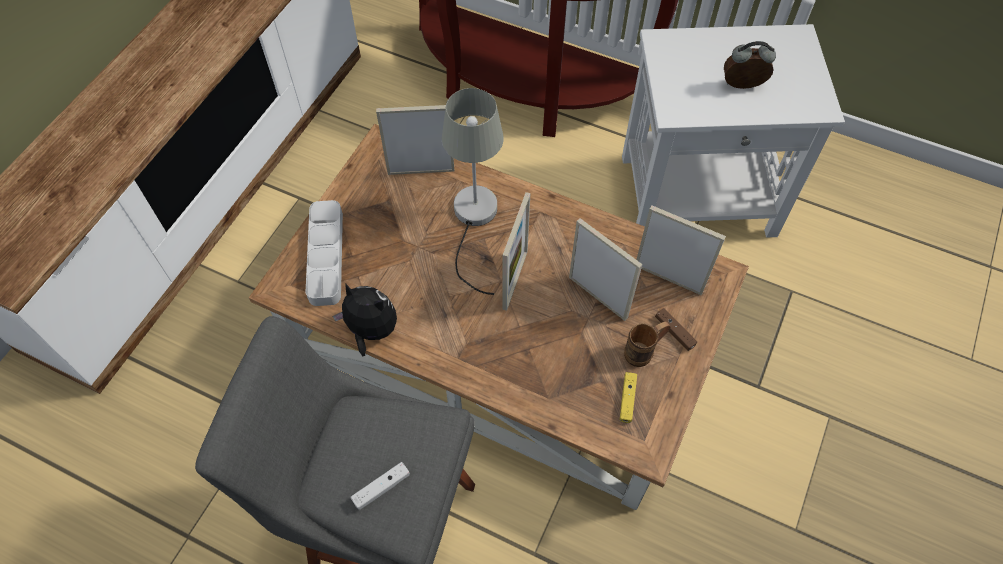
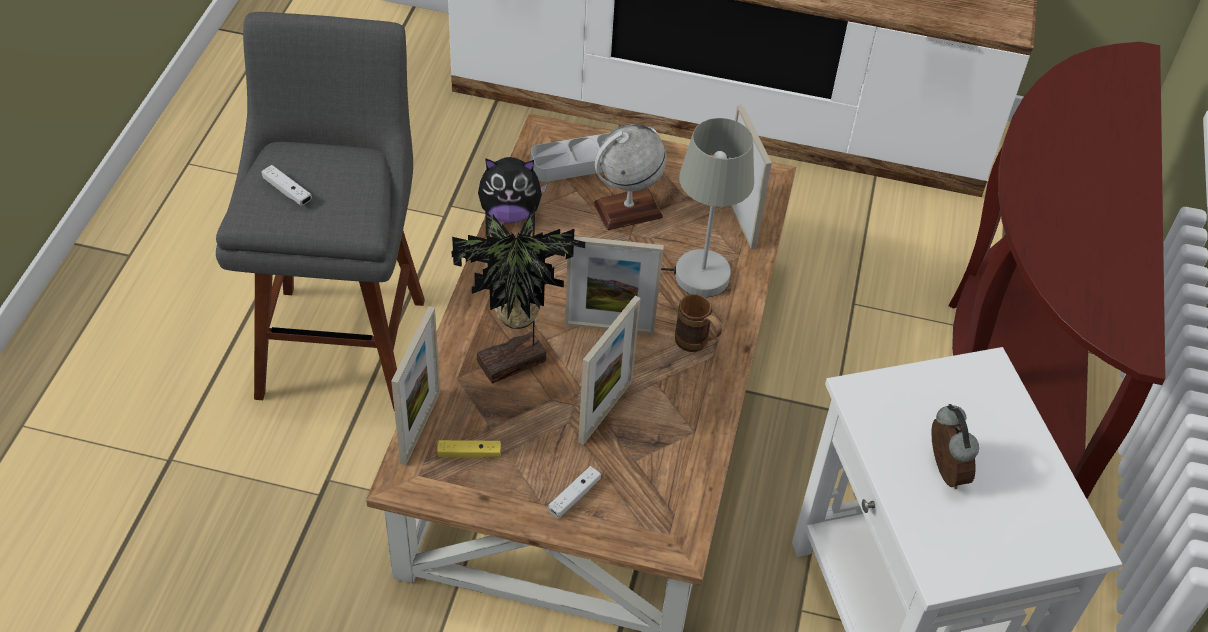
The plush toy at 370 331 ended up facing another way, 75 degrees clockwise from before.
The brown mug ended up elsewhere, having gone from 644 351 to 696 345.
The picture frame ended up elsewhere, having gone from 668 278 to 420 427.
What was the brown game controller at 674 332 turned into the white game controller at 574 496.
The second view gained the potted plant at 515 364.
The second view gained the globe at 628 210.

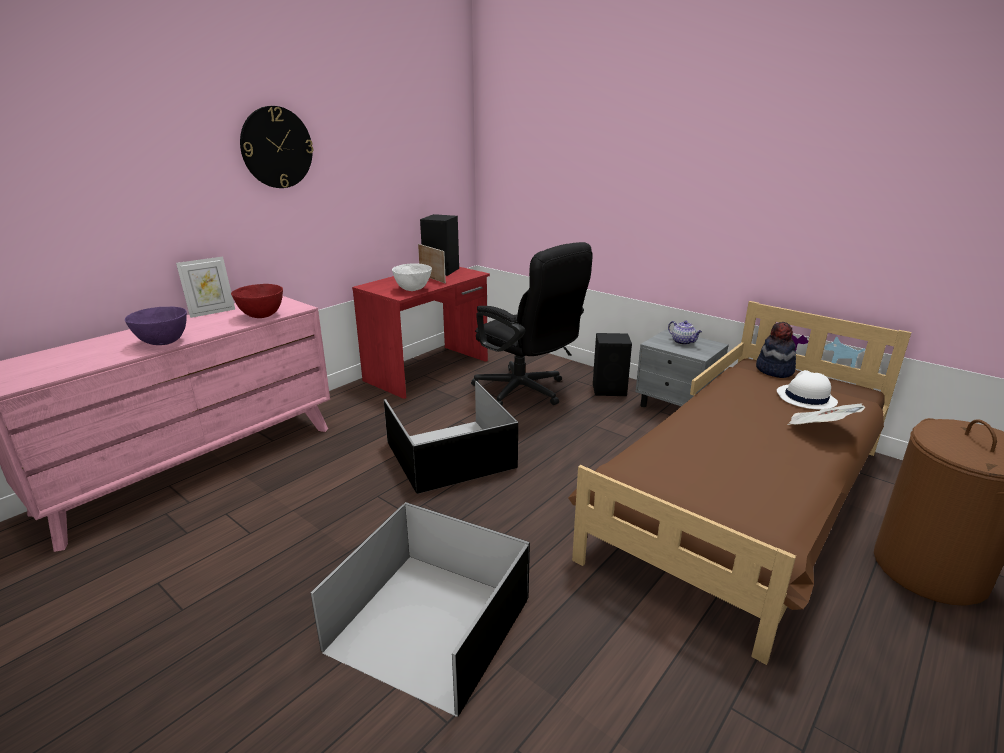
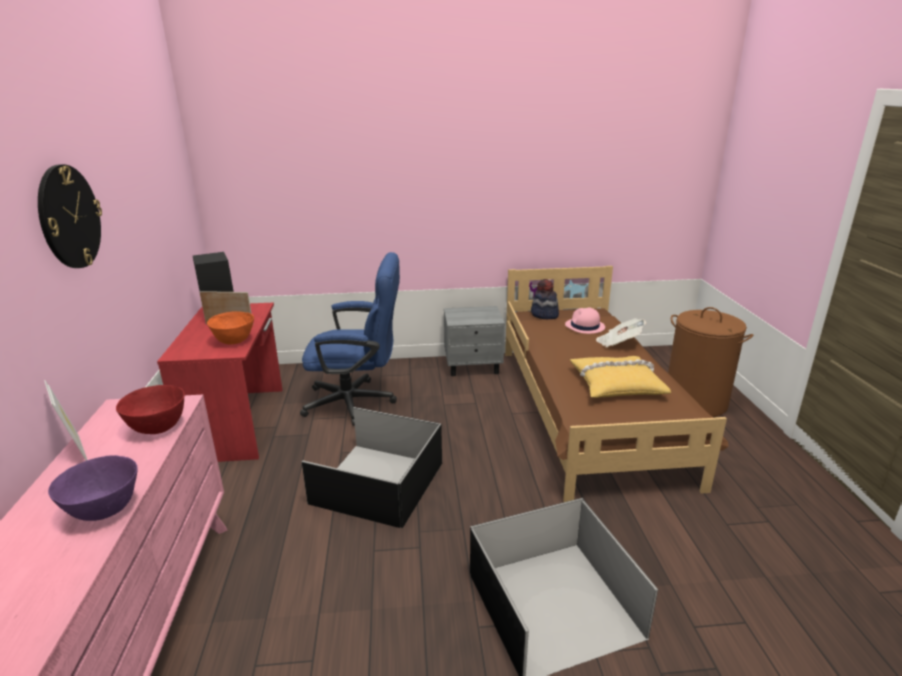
The picture frame at 212 312 ended up facing another way, 45 degrees counterclockwise from before.
What was the white bowl at 412 289 turned into the orange bowl at 234 341.
What was the black office chair at 526 392 turned into the blue office chair at 358 402.
The second view lost the black speaker at 610 389.
The second view lost the teapot at 683 342.
What was the white hat at 805 398 turned into the pink hat at 584 326.
The second view gained the yellow pillow at 616 384.

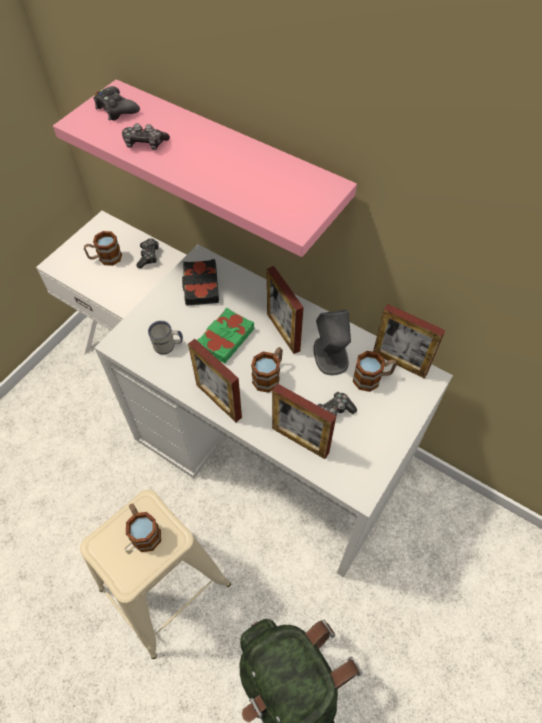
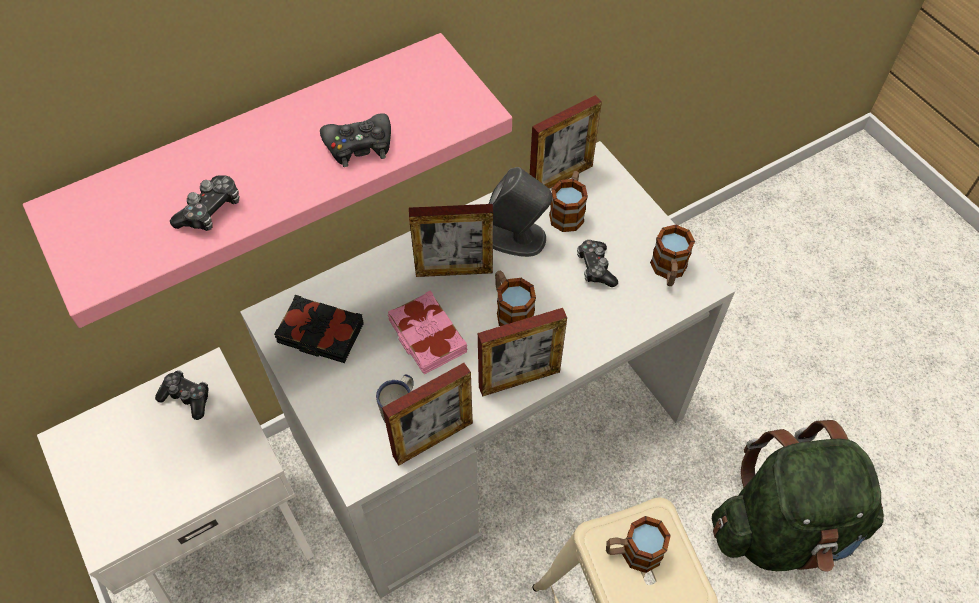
The mug ended up elsewhere, having gone from 105 258 to 668 271.
The black game controller ended up elsewhere, having gone from 116 109 to 359 145.
What was the green book at 225 338 turned into the pink book at 426 337.
The picture frame ended up elsewhere, having gone from 300 440 to 433 439.

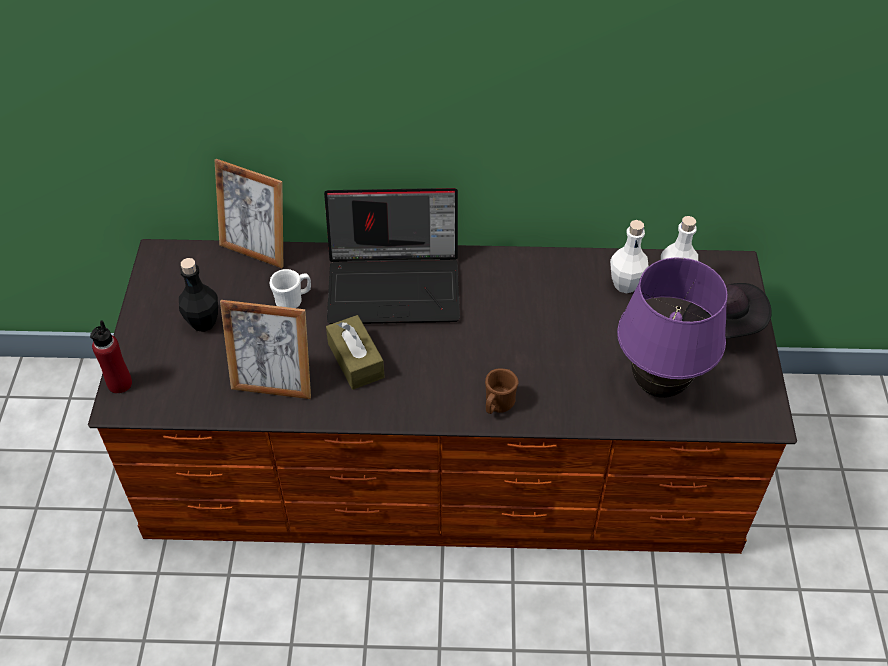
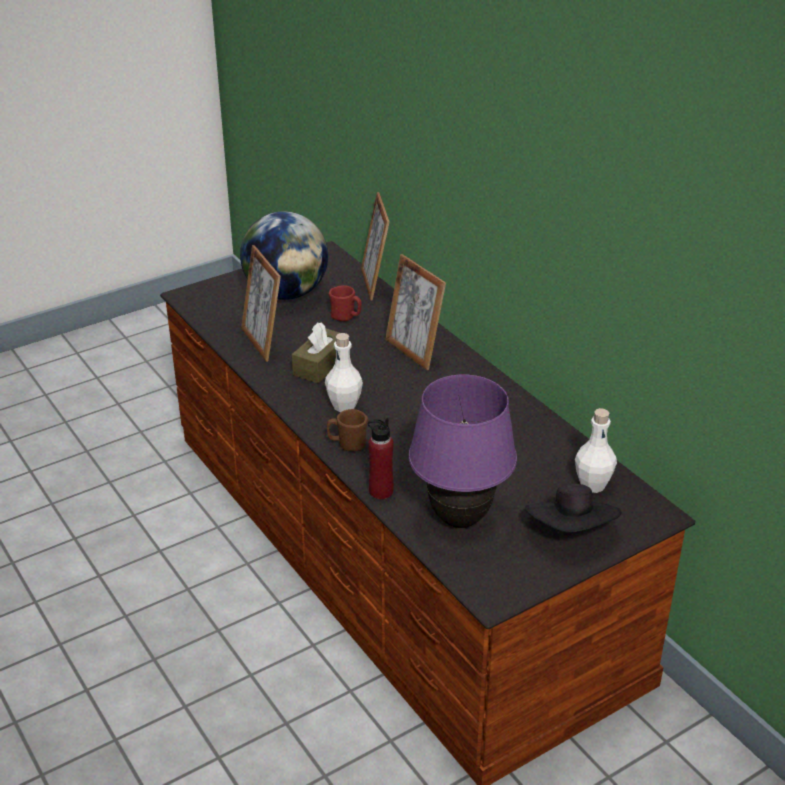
The red bottle ended up elsewhere, having gone from 119 384 to 381 491.
Where the black bottle stood at 203 322, the globe came to stand at 286 293.
What was the white mug at 293 300 turned into the red mug at 346 317.
Where the laptop stood at 396 284, the picture frame came to stand at 414 351.
The white bottle ended up elsewhere, having gone from 625 284 to 344 405.

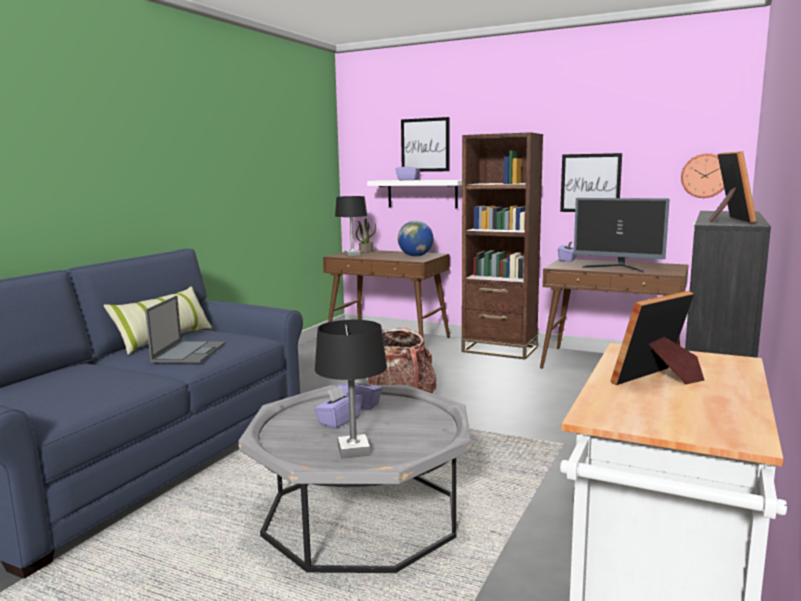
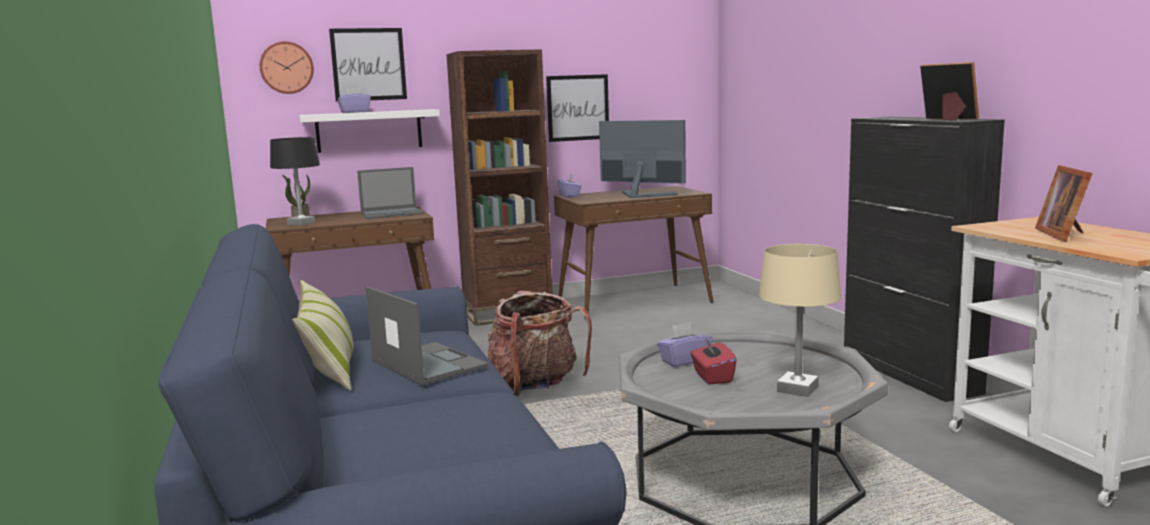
What was the purple tissue box at 339 421 turned into the red tissue box at 712 377.
What was the black table lamp at 353 451 turned into the beige table lamp at 797 389.
Where the globe stood at 415 256, the laptop came to stand at 392 213.
The monitor at 618 268 ended up facing another way, 135 degrees counterclockwise from before.
The wall clock ended up elsewhere, having gone from 705 175 to 286 67.

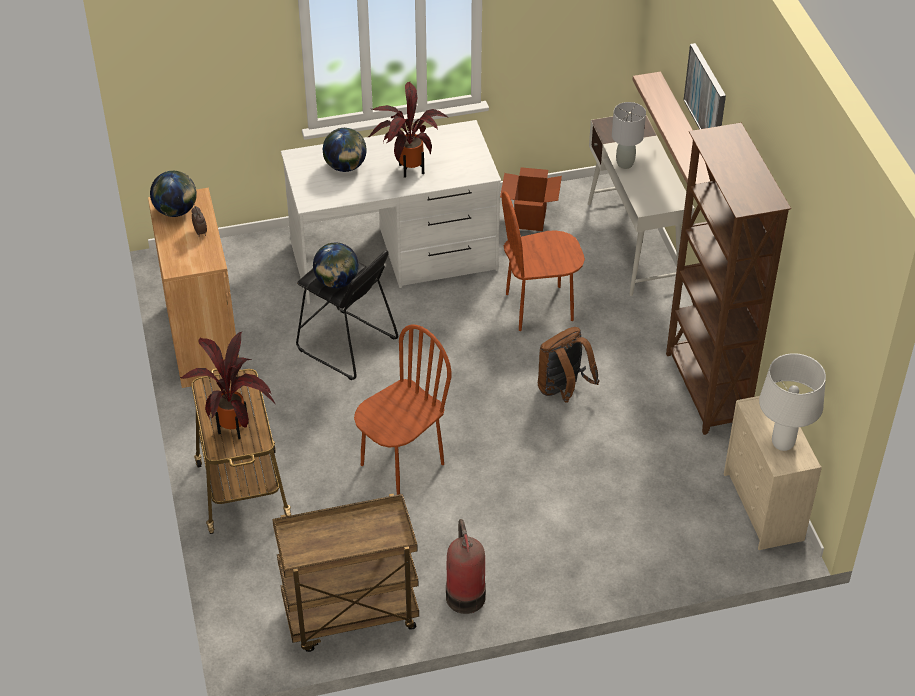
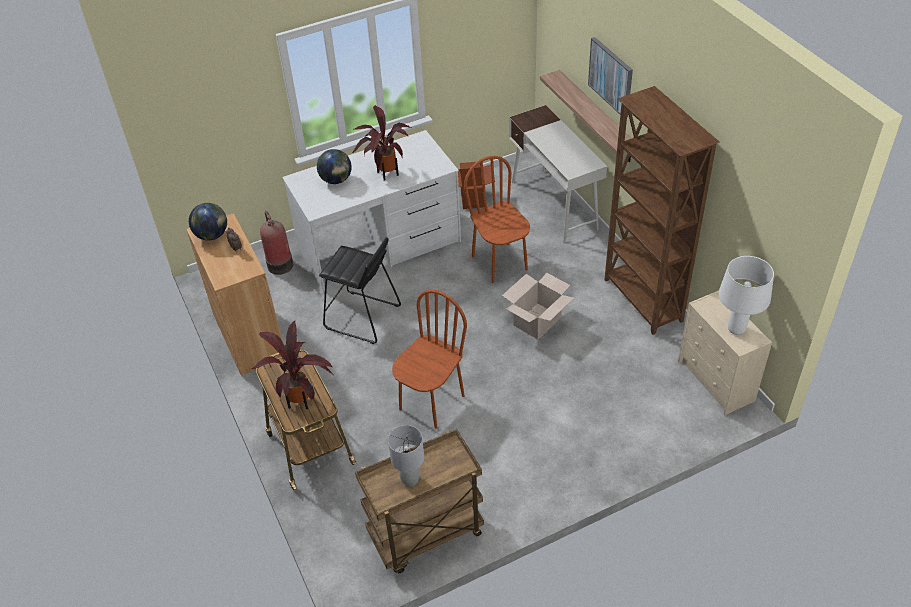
The second view lost the globe at 336 282.
The fire extinguisher ended up elsewhere, having gone from 465 594 to 279 264.
The brown chair at 539 307 ended up facing another way, 90 degrees clockwise from before.
Where the brown backpack stood at 563 390, the cardboard box came to stand at 537 321.
The grey table lamp ended up elsewhere, having gone from 625 163 to 410 479.

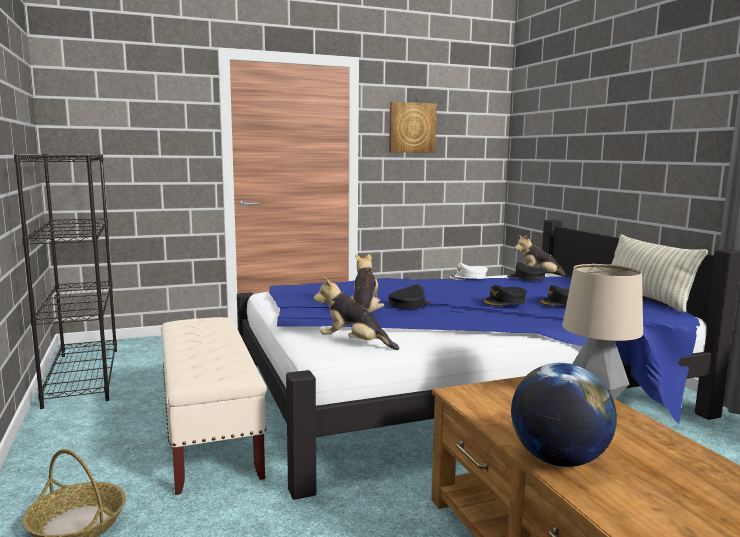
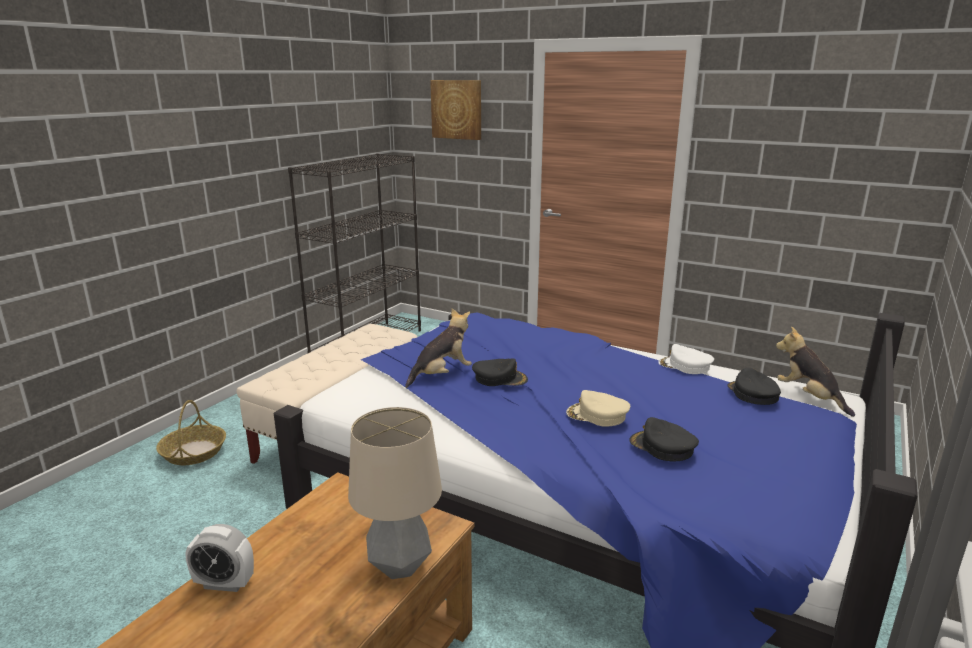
The second view lost the plush toy at 354 344.
The picture ended up elsewhere, having gone from 412 128 to 457 109.
What was the black cap at 504 301 turned into the beige cap at 597 415.
Where the globe stood at 558 460, the alarm clock came to stand at 224 584.
The second view lost the pillow at 645 299.

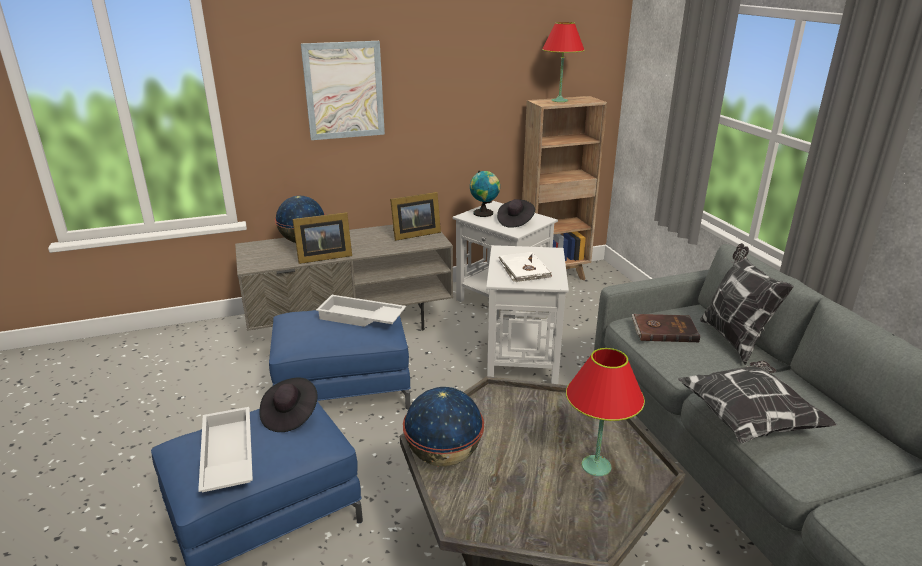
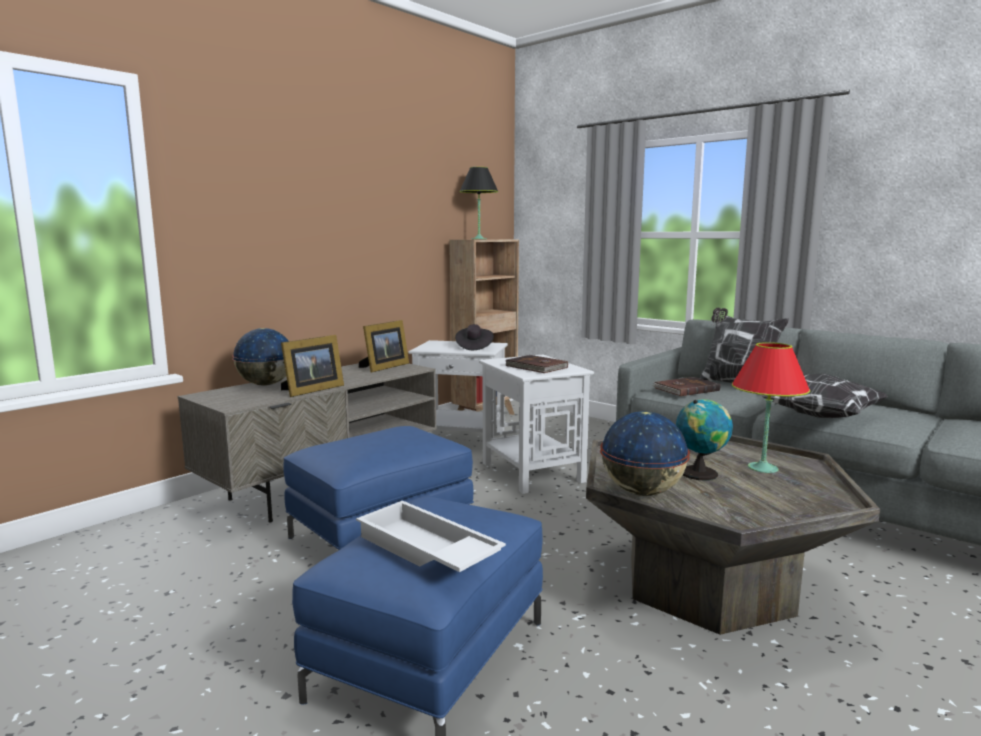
The second view lost the black hat at 290 415.
The second view lost the picture at 344 90.
The second view lost the white tray at 360 318.
The globe ended up elsewhere, having gone from 484 213 to 701 473.
What was the white book at 523 270 turned into the brown book at 536 367.
What was the red table lamp at 559 100 turned into the black table lamp at 479 239.

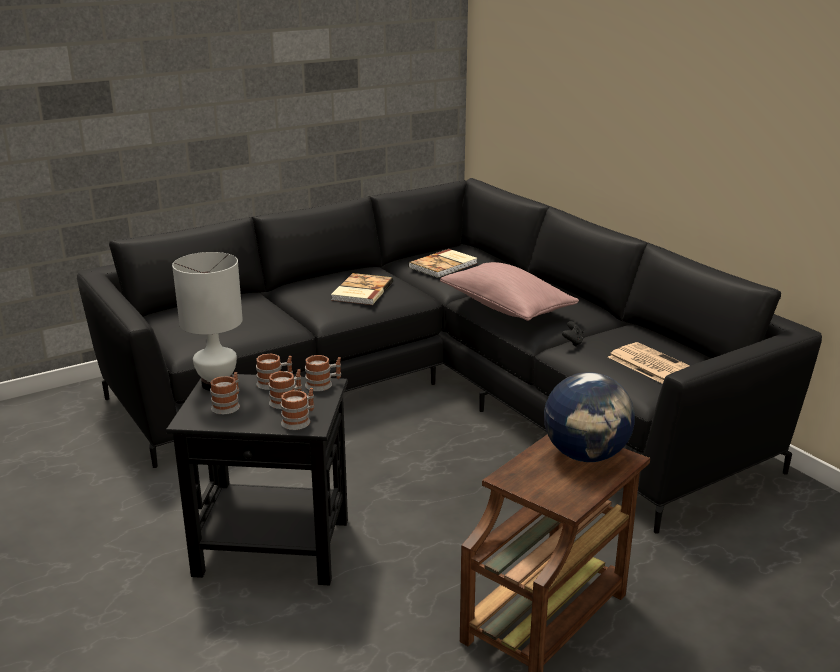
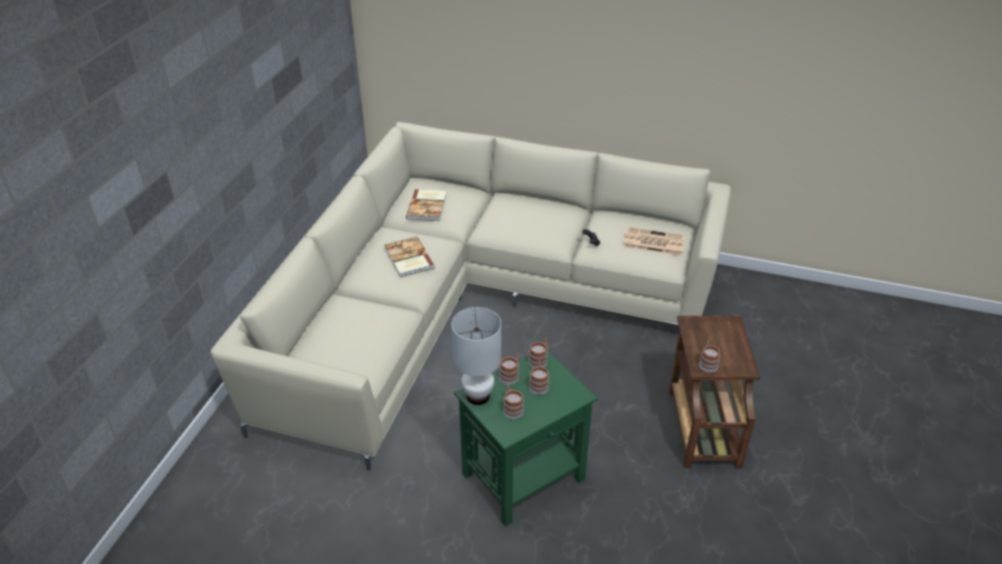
What was the black sofa at 438 392 turned into the beige sofa at 471 304.
What was the black side table at 274 547 turned into the green side table at 524 476.
The mug ended up elsewhere, having gone from 299 421 to 707 363.
The second view lost the pink pillow at 506 308.
The second view lost the globe at 585 456.

